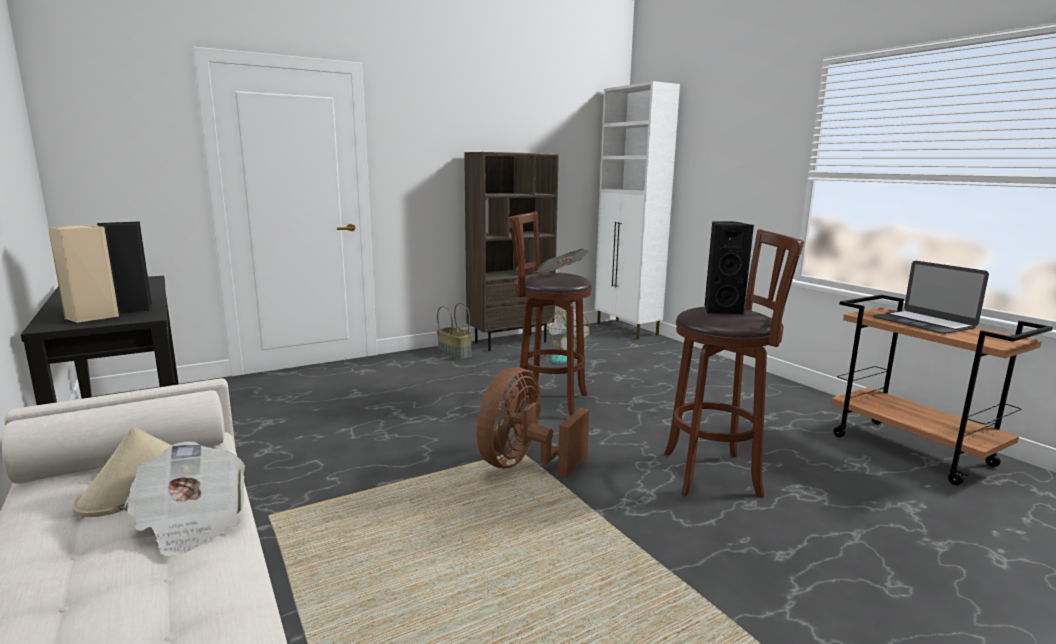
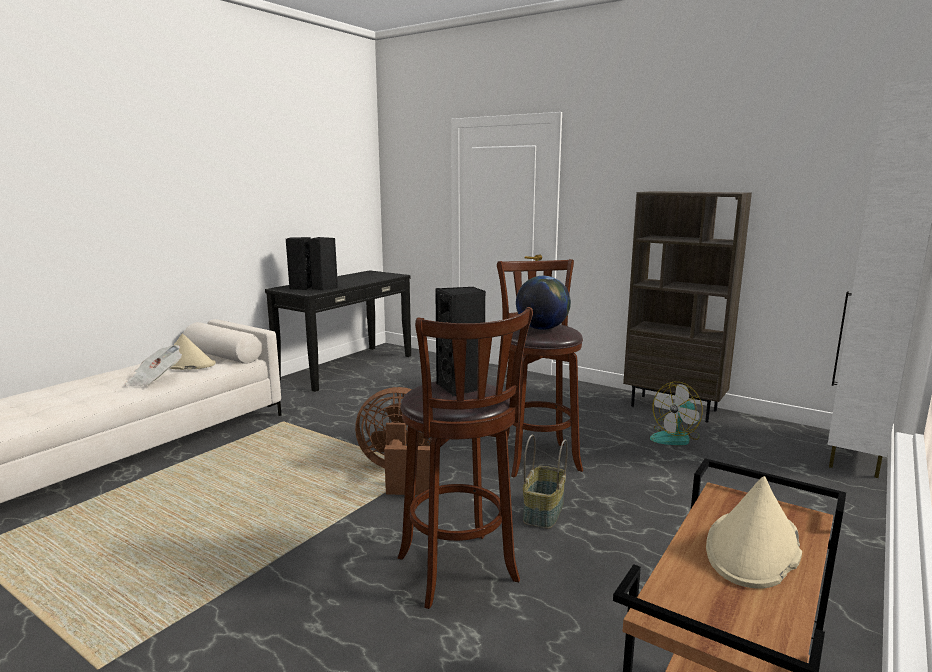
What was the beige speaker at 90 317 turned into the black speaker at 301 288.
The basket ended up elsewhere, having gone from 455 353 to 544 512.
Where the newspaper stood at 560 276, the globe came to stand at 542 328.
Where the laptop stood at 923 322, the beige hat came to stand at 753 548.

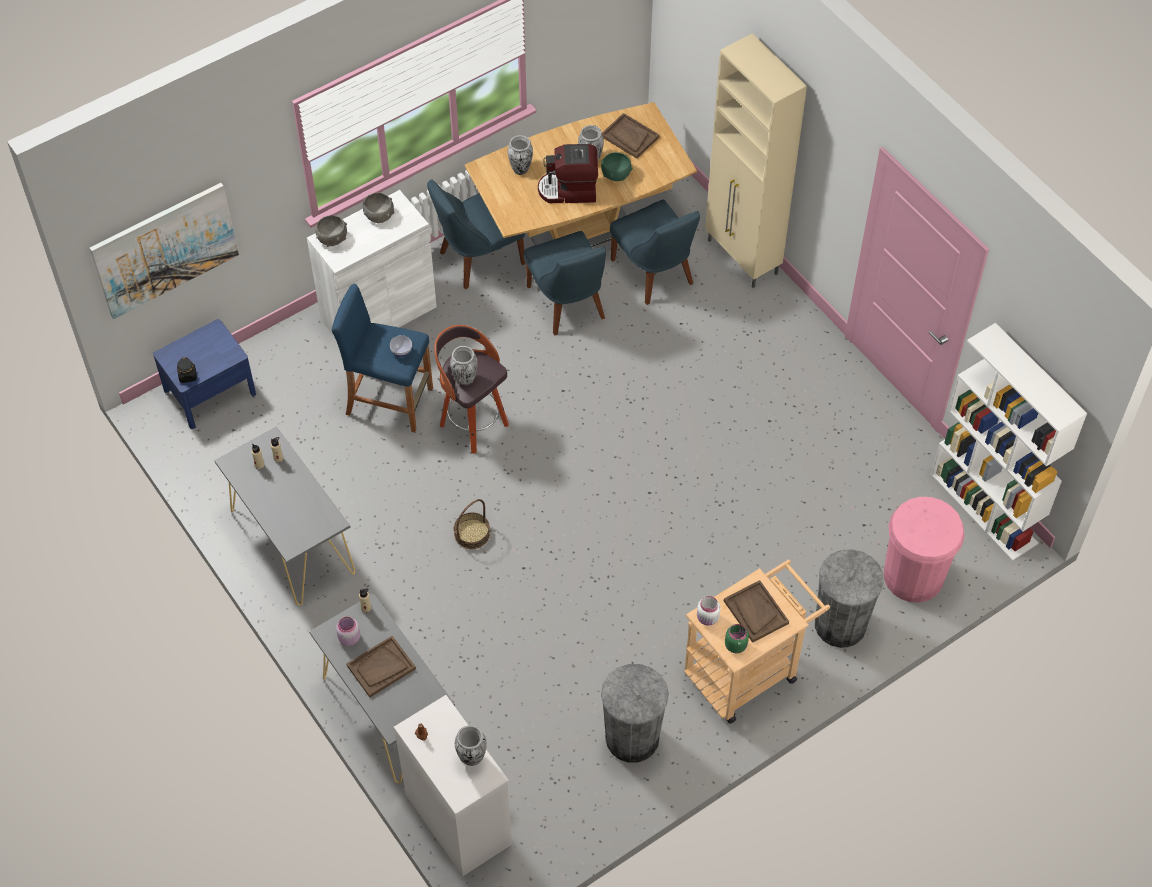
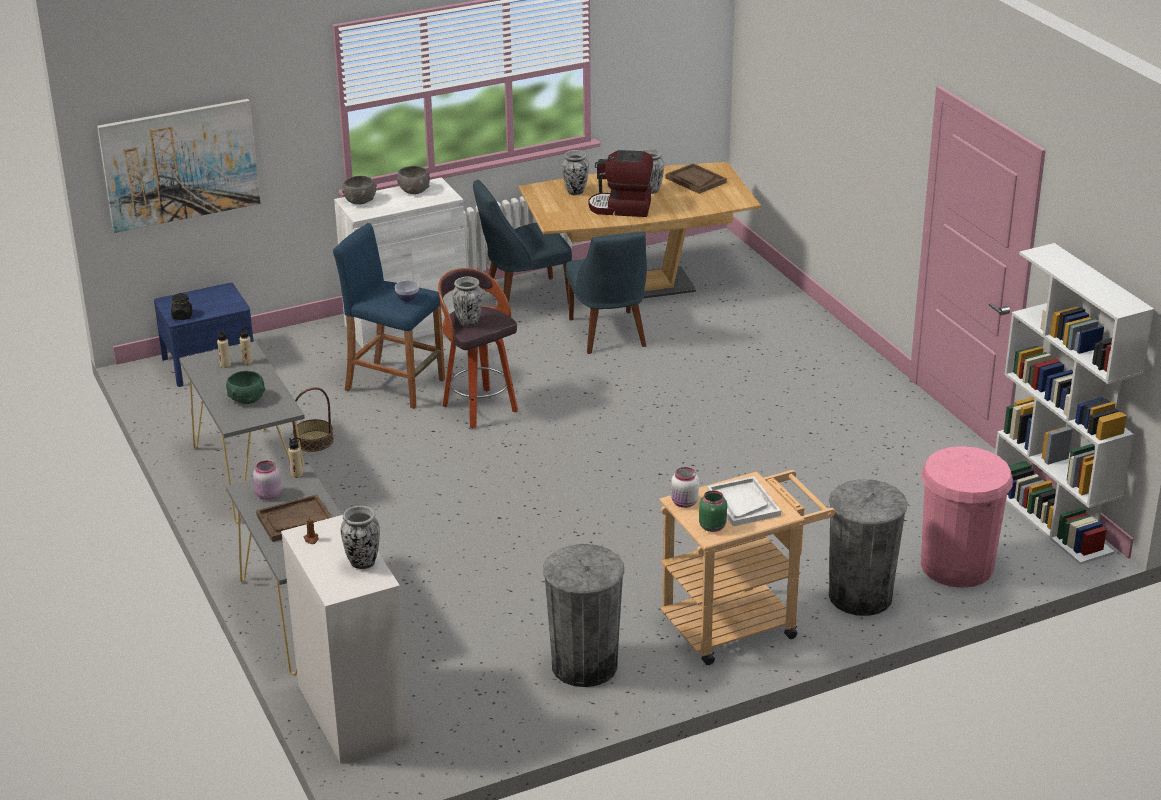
The basket ended up elsewhere, having gone from 472 534 to 313 441.
The green bowl ended up elsewhere, having gone from 616 175 to 246 399.
The second view lost the blue chair at 654 274.
The second view lost the beige cabinet at 742 258.
What was the brown tray at 755 612 turned into the white tray at 743 503.

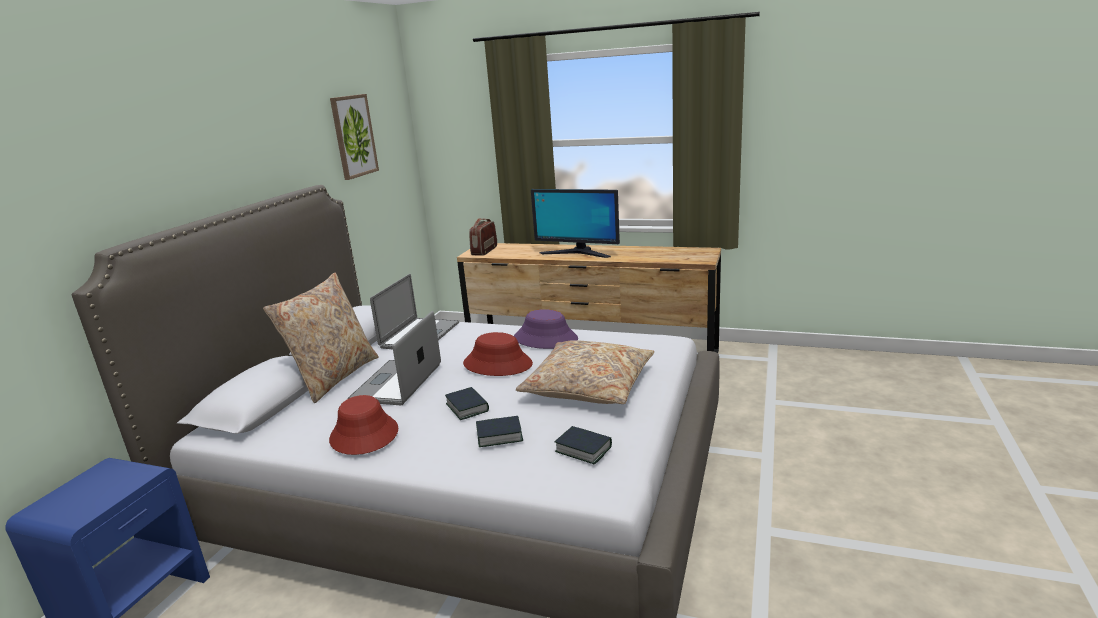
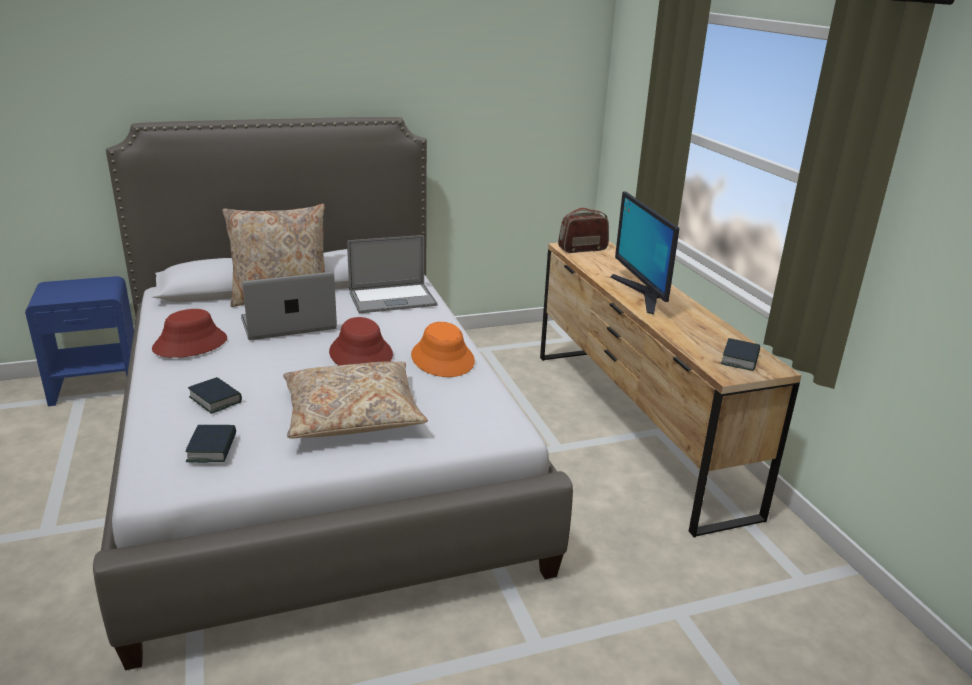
The second view lost the picture at 353 136.
The book ended up elsewhere, having gone from 467 407 to 740 359.
What was the purple hat at 546 338 turned into the orange hat at 443 358.

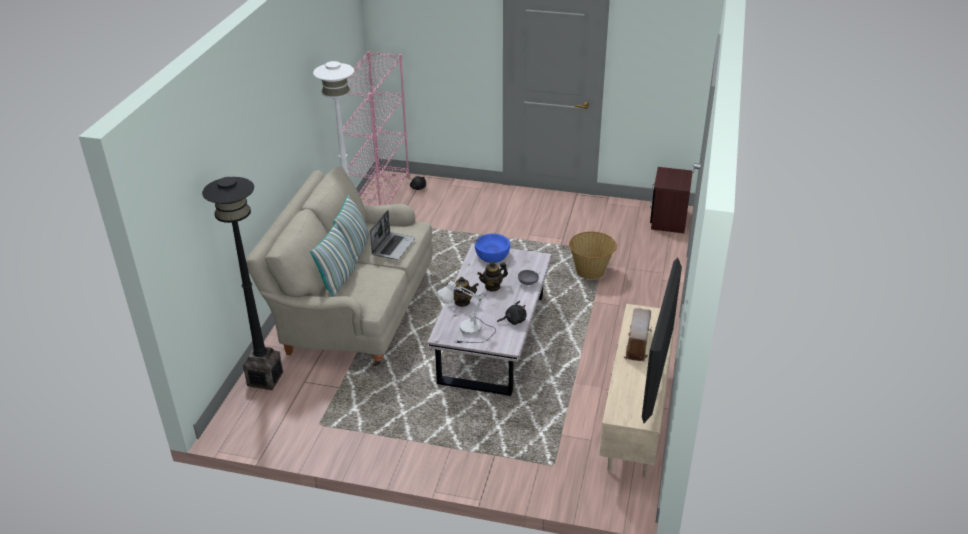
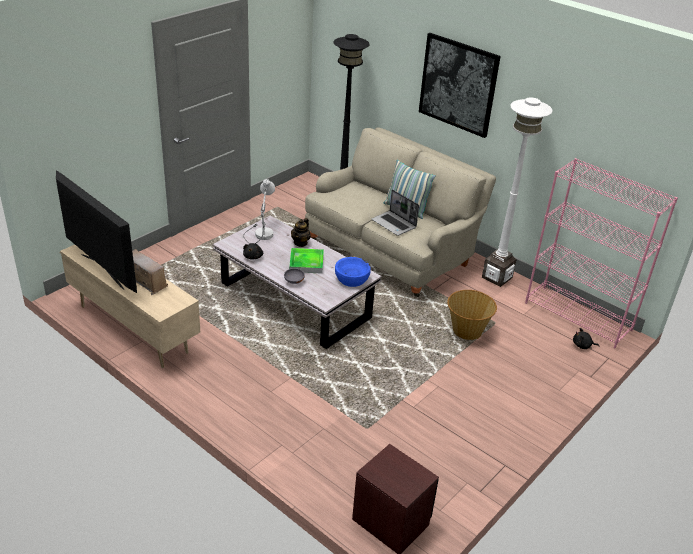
The second view lost the pillow at 338 281.
Where the teapot stood at 492 286, the tray came to stand at 306 263.
The basket ended up elsewhere, having gone from 591 271 to 467 331.
The second view gained the picture at 458 84.

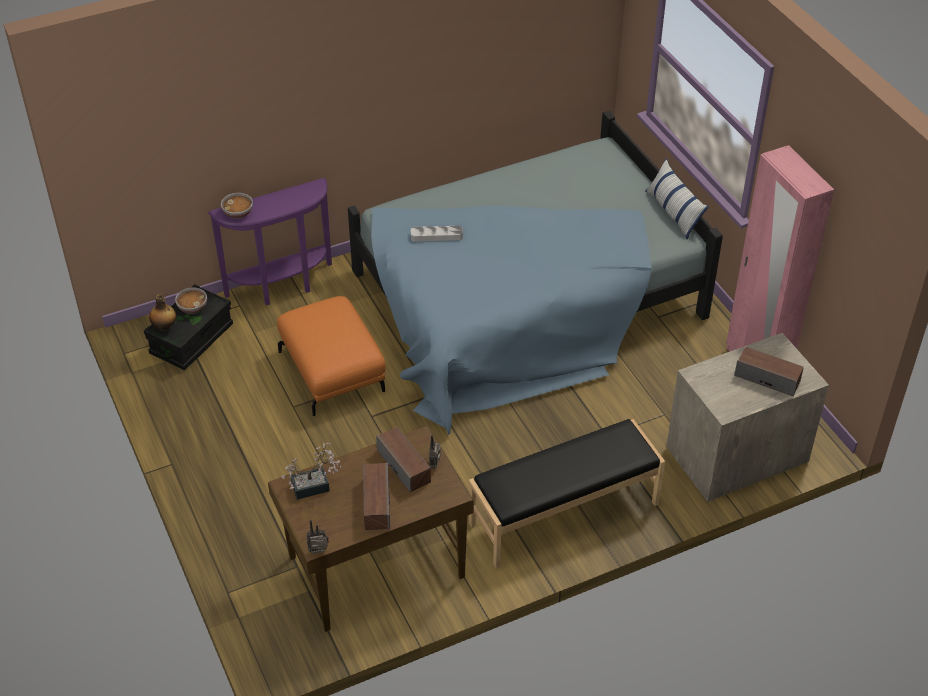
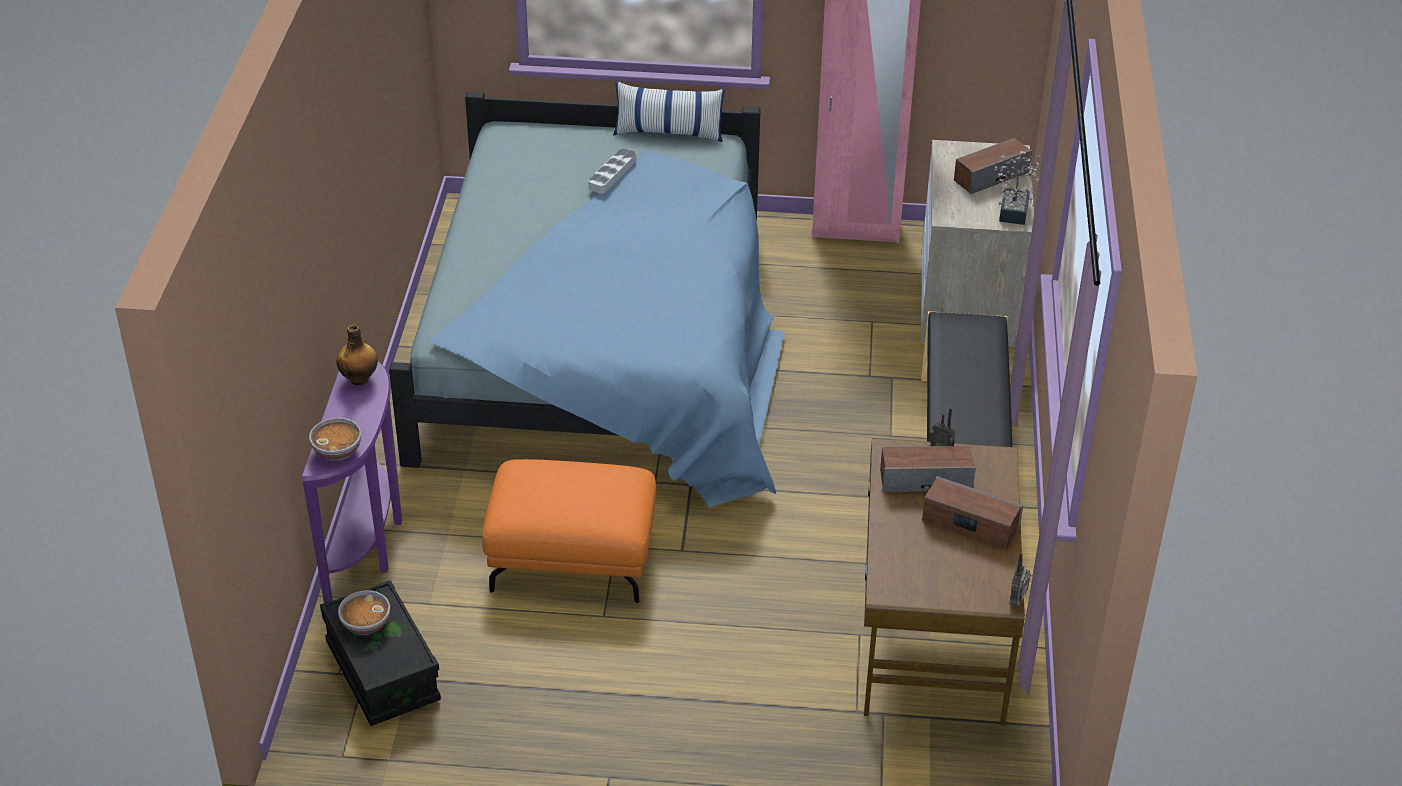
The bottle ended up elsewhere, having gone from 165 327 to 360 378.
The potted plant ended up elsewhere, having gone from 315 486 to 1014 209.
The grey tray ended up elsewhere, having gone from 436 236 to 612 174.

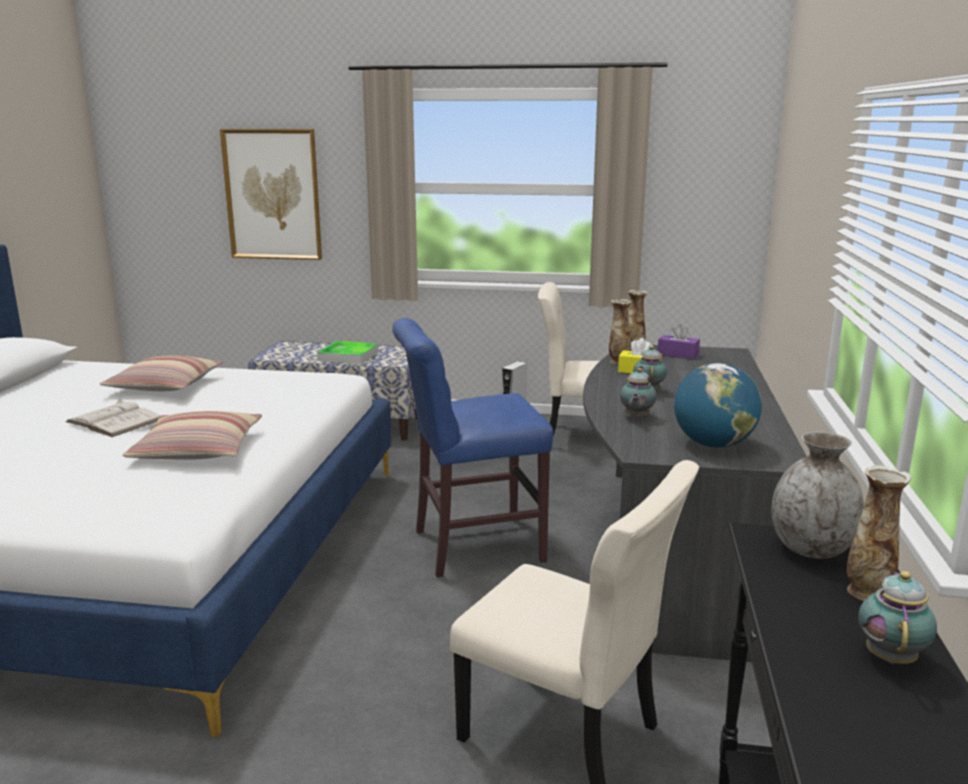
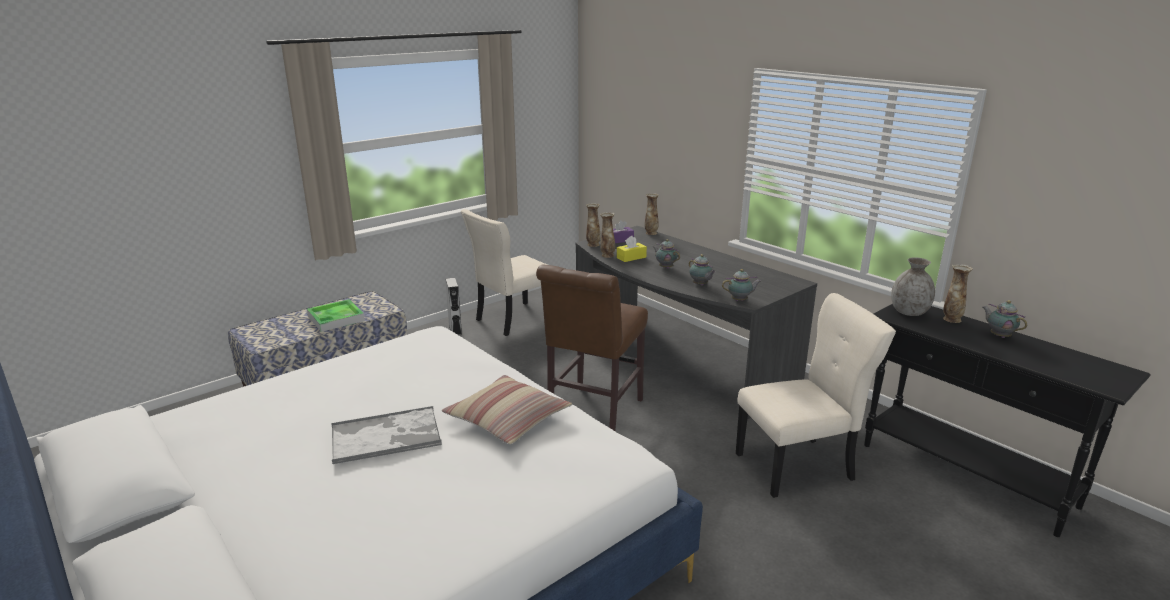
Where the white book stood at 115 420, the tray came to stand at 387 436.
The second view lost the pillow at 165 386.
The second view lost the picture at 273 195.
What was the blue chair at 471 547 turned into the brown chair at 592 414.
The second view lost the globe at 713 444.
The second view gained the vase at 651 233.
The second view gained the teapot at 740 300.

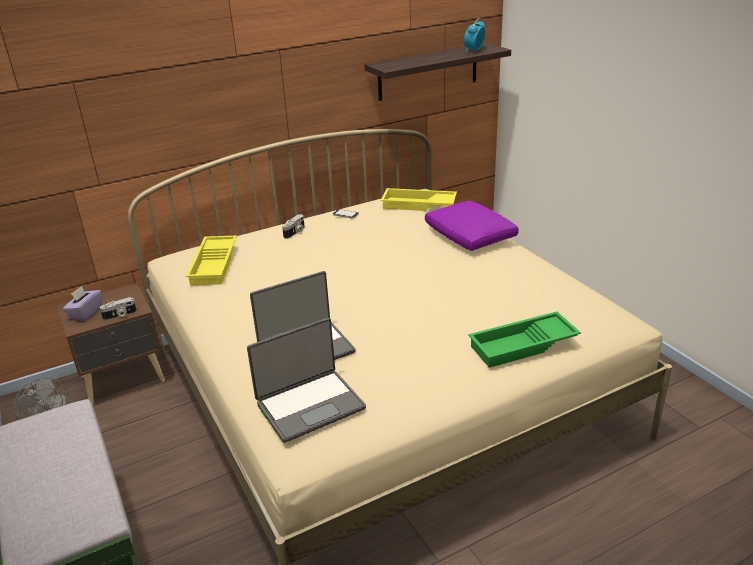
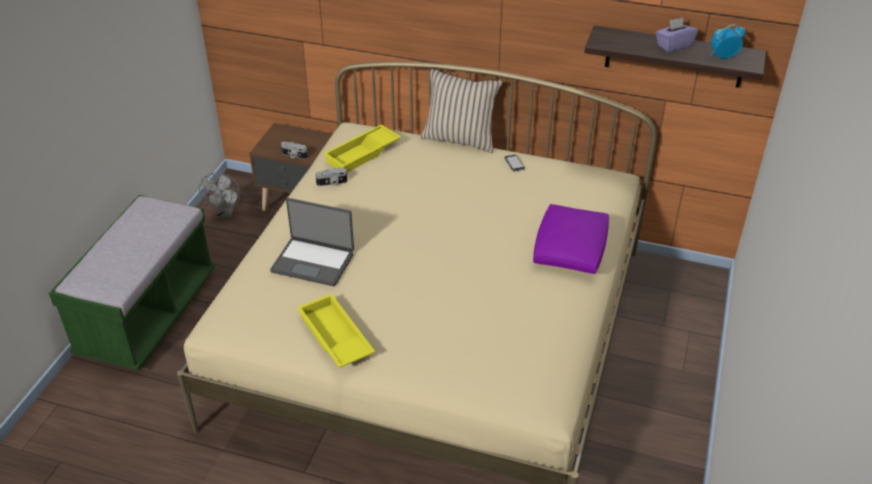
The purple tissue box ended up elsewhere, having gone from 86 313 to 673 45.
The second view lost the laptop at 310 405.
The photo camera ended up elsewhere, having gone from 295 232 to 332 183.
The yellow tray ended up elsewhere, having gone from 418 205 to 334 337.
The second view lost the green tray at 523 346.
The second view gained the beige pillow at 460 139.

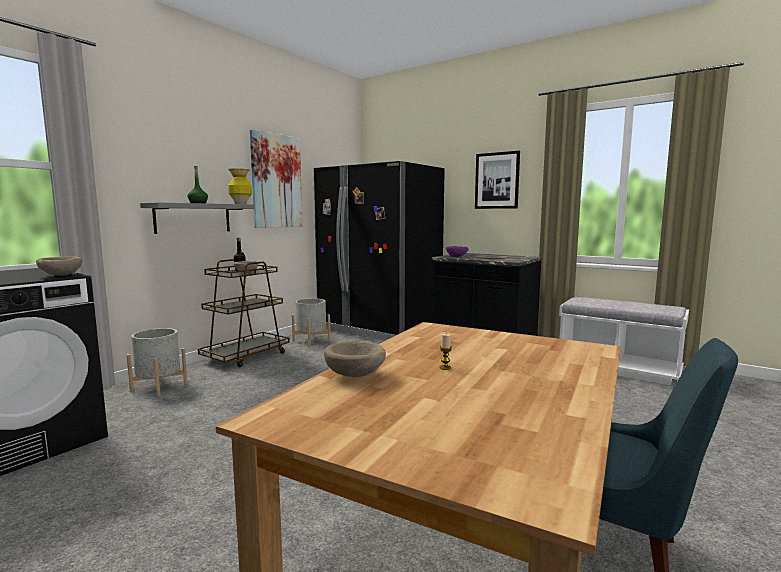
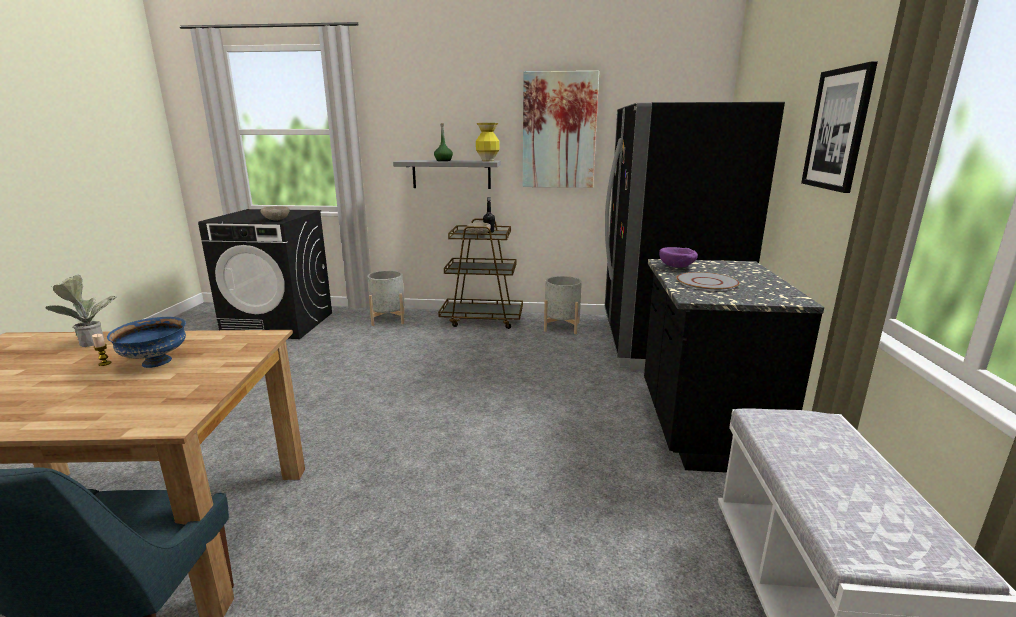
Where the beige bowl stood at 356 376, the potted plant came to stand at 91 341.
The second view gained the blue bowl at 156 363.

